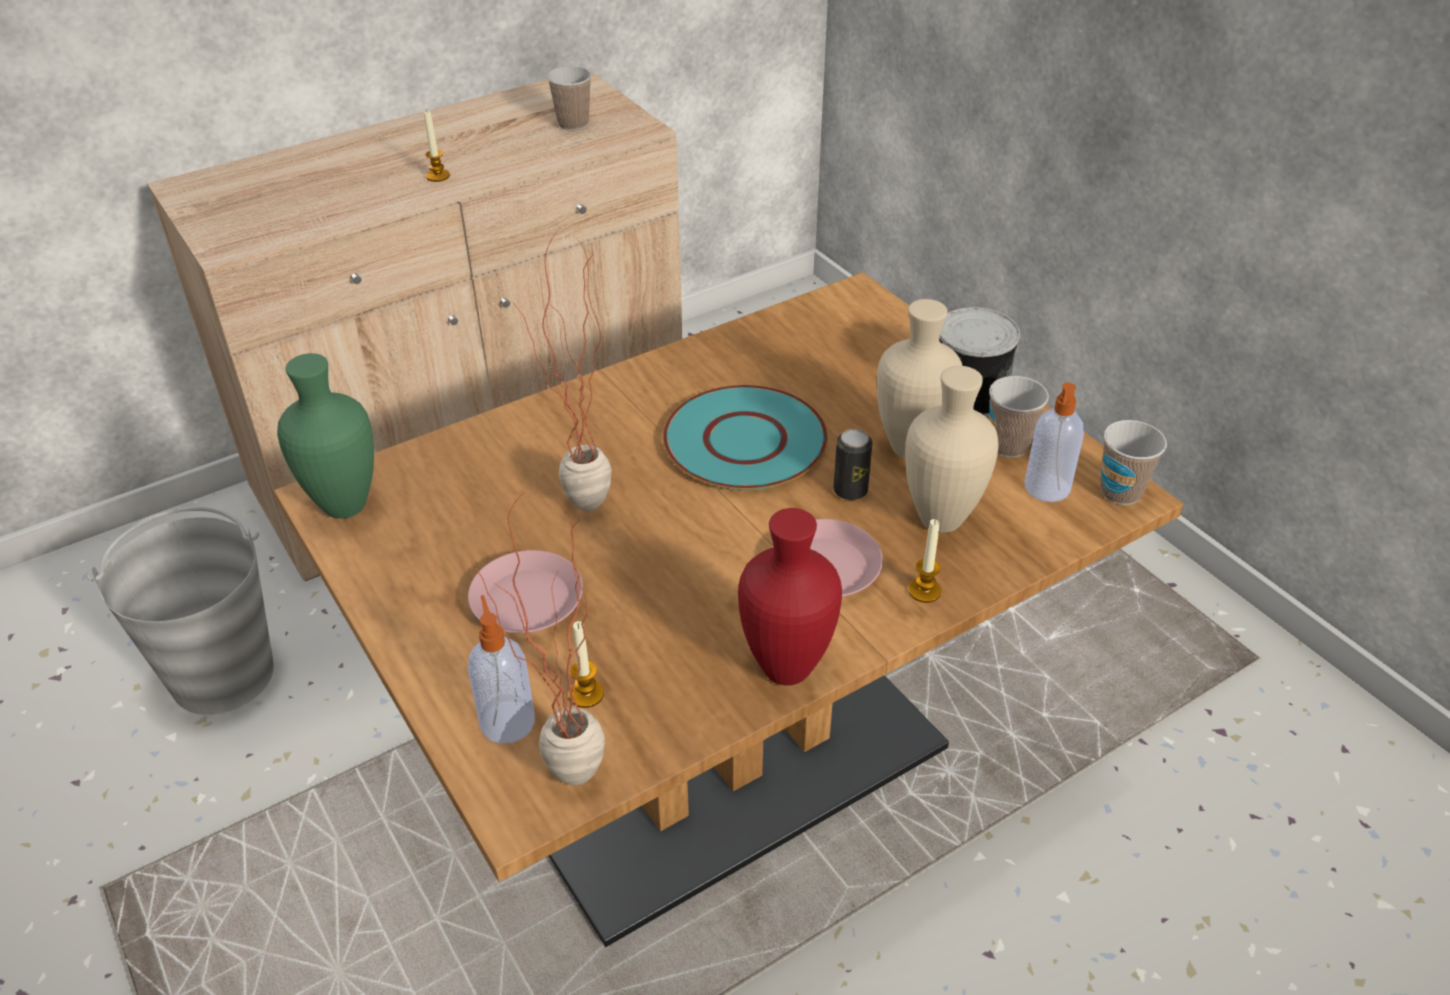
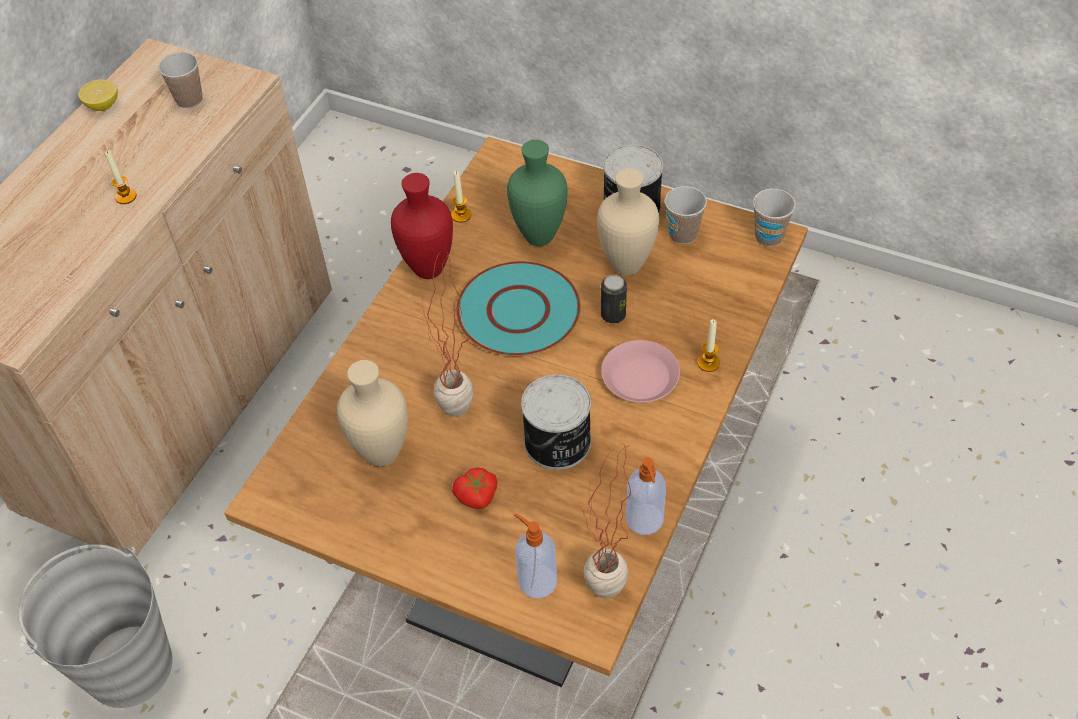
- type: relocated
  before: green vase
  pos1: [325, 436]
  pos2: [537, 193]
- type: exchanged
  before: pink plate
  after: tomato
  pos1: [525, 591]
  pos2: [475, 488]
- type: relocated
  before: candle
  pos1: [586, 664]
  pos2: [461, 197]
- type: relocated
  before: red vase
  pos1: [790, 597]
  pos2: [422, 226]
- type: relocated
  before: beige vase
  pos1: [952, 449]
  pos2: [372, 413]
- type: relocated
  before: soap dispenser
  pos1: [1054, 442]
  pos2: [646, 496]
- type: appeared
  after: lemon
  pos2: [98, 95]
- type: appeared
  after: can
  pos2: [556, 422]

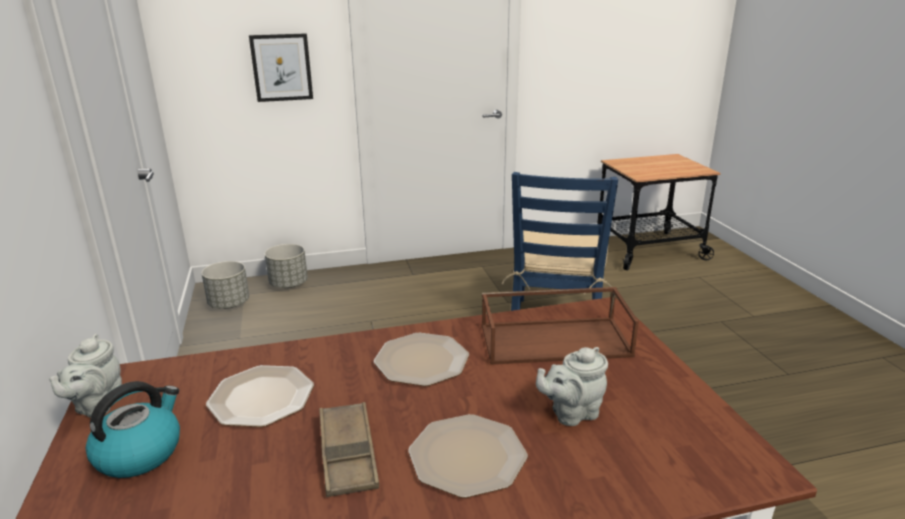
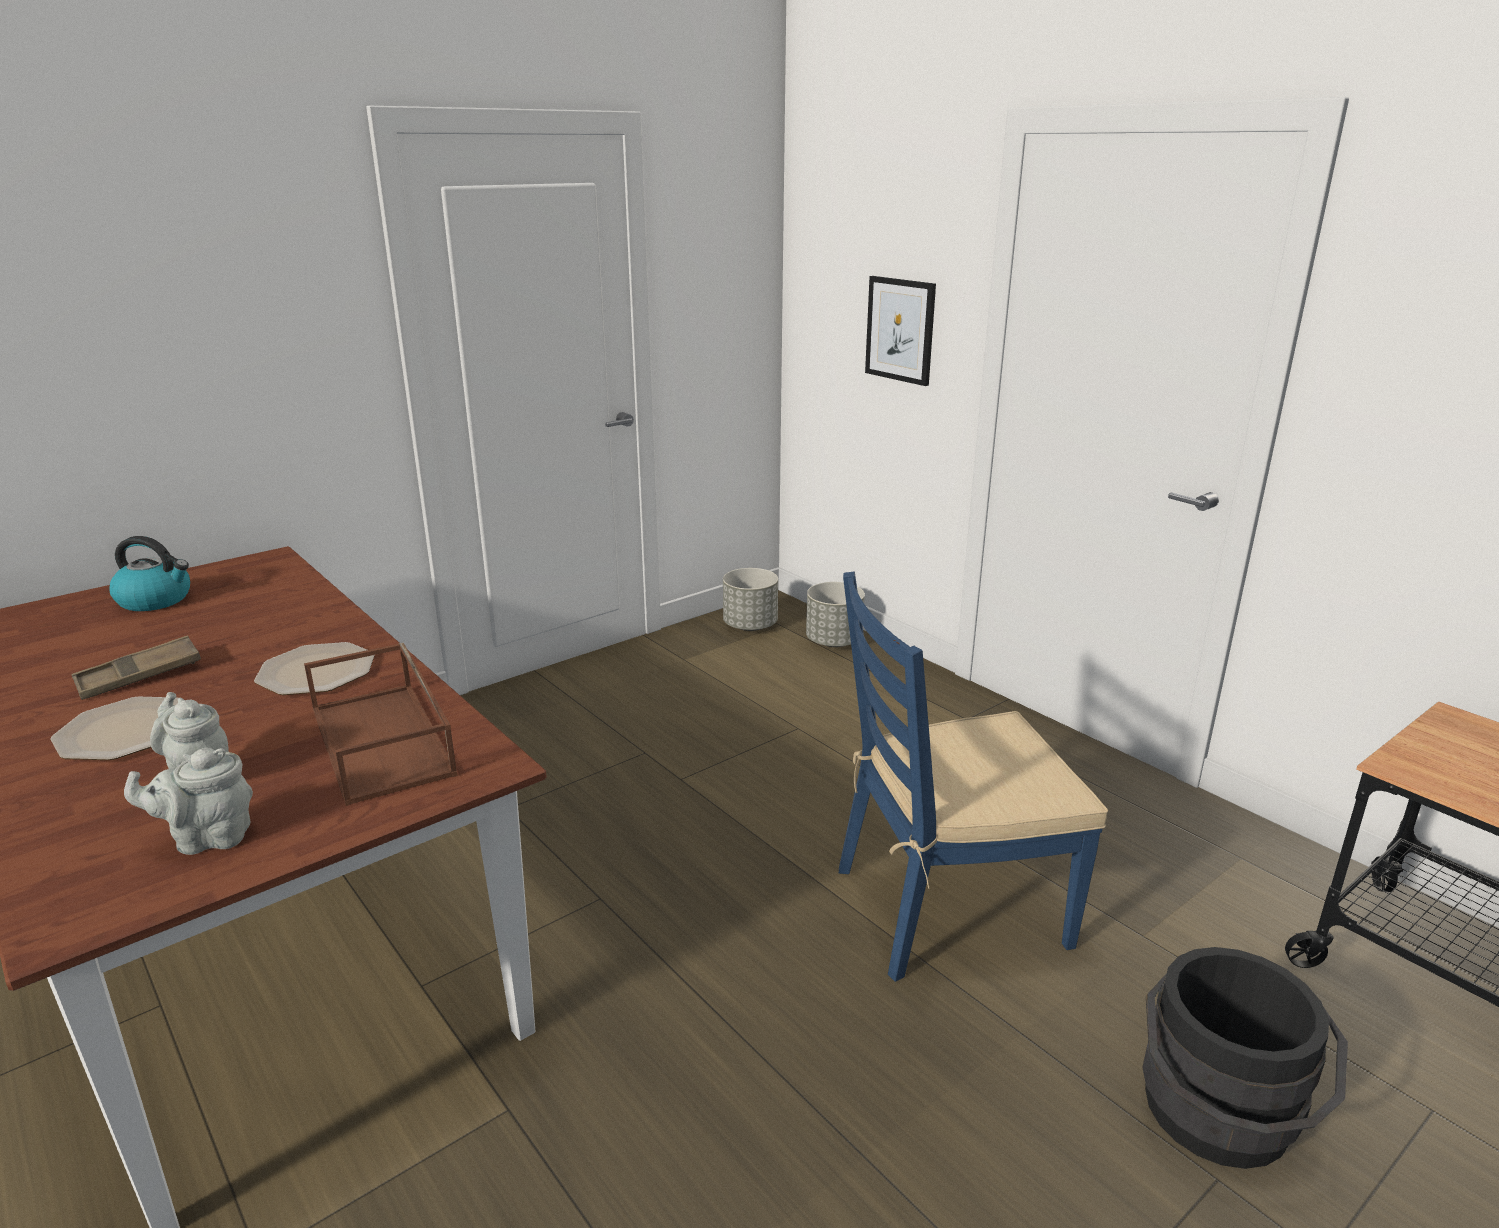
- type: relocated
  before: grey teapot
  pos1: [85, 376]
  pos2: [188, 801]
- type: missing
  before: plate
  pos1: [260, 396]
- type: appeared
  after: black bucket
  pos2: [1245, 1058]

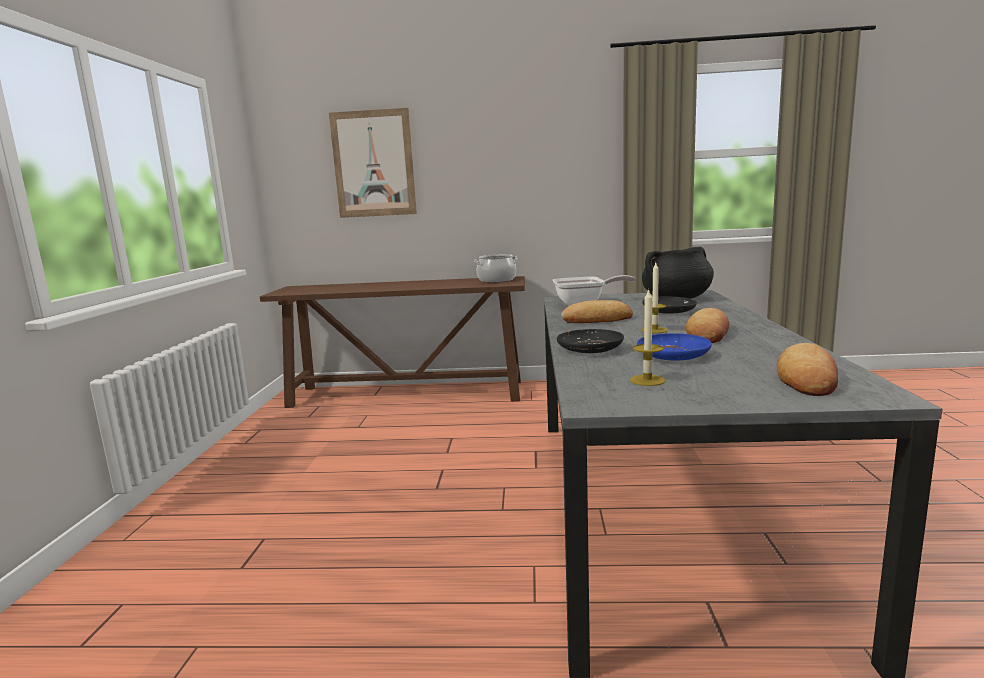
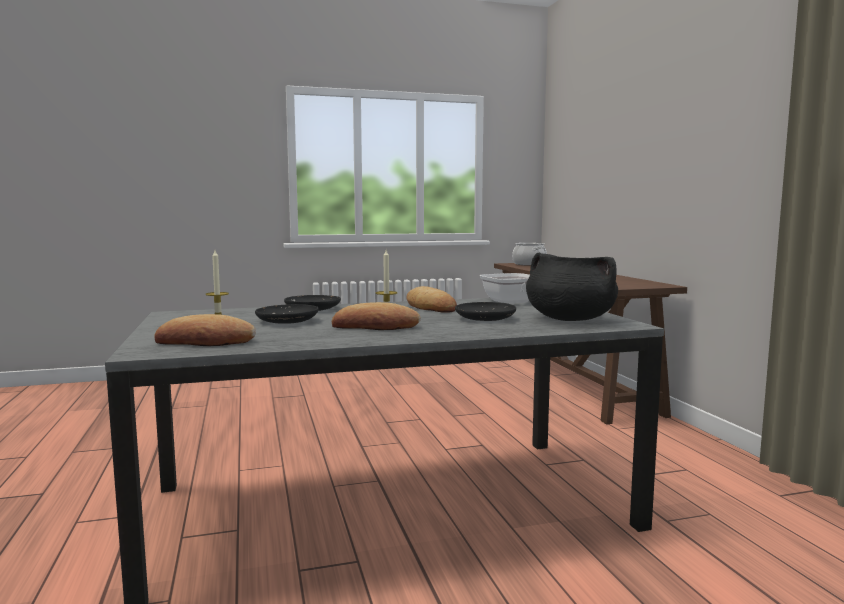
- type: missing
  before: picture
  pos1: [373, 163]
- type: relocated
  before: cooking pot
  pos1: [495, 268]
  pos2: [529, 254]
- type: colour
  before: blue plate
  after: black plate
  pos1: [674, 347]
  pos2: [286, 314]

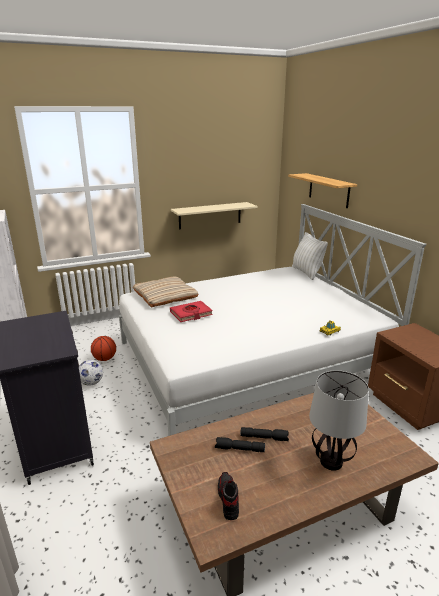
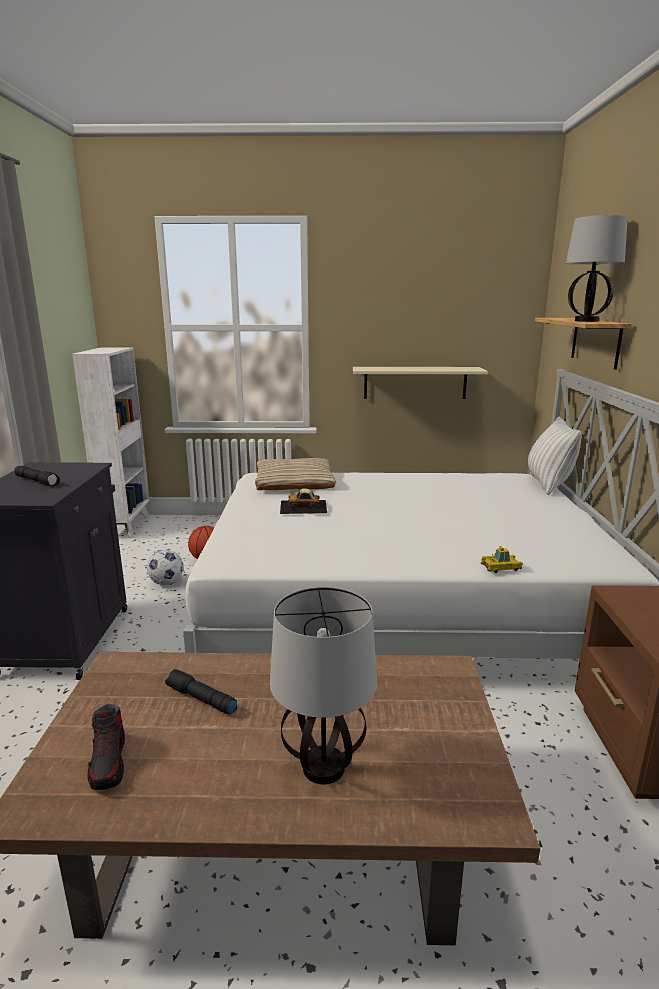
- type: exchanged
  before: red book
  after: toy car
  pos1: [191, 311]
  pos2: [303, 501]
- type: spun
  before: shoe
  pos1: [228, 496]
  pos2: [106, 747]
  turn: 150
- type: relocated
  before: black flashlight
  pos1: [264, 434]
  pos2: [37, 476]
- type: appeared
  after: table lamp
  pos2: [597, 268]

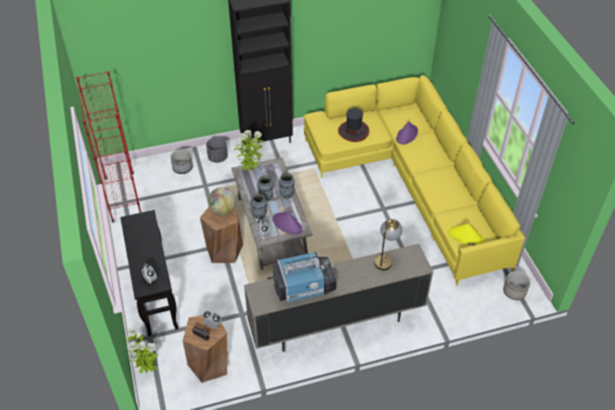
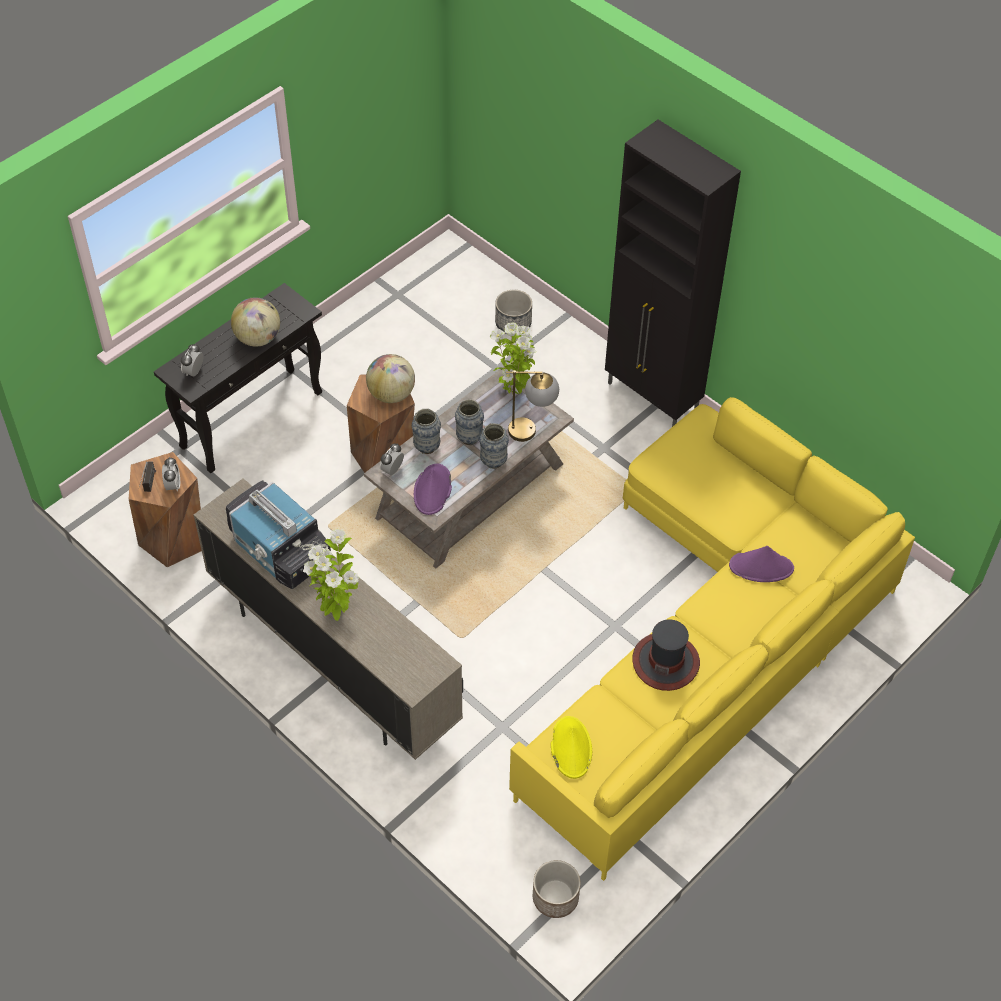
- type: missing
  before: red bookcase
  pos1: [108, 147]
- type: relocated
  before: potted plant
  pos1: [142, 350]
  pos2: [331, 575]
- type: missing
  before: grey planter
  pos1: [217, 150]
- type: relocated
  before: hat
  pos1: [353, 125]
  pos2: [666, 655]
- type: relocated
  before: table lamp
  pos1: [388, 244]
  pos2: [532, 406]
- type: appeared
  after: globe
  pos2: [255, 322]

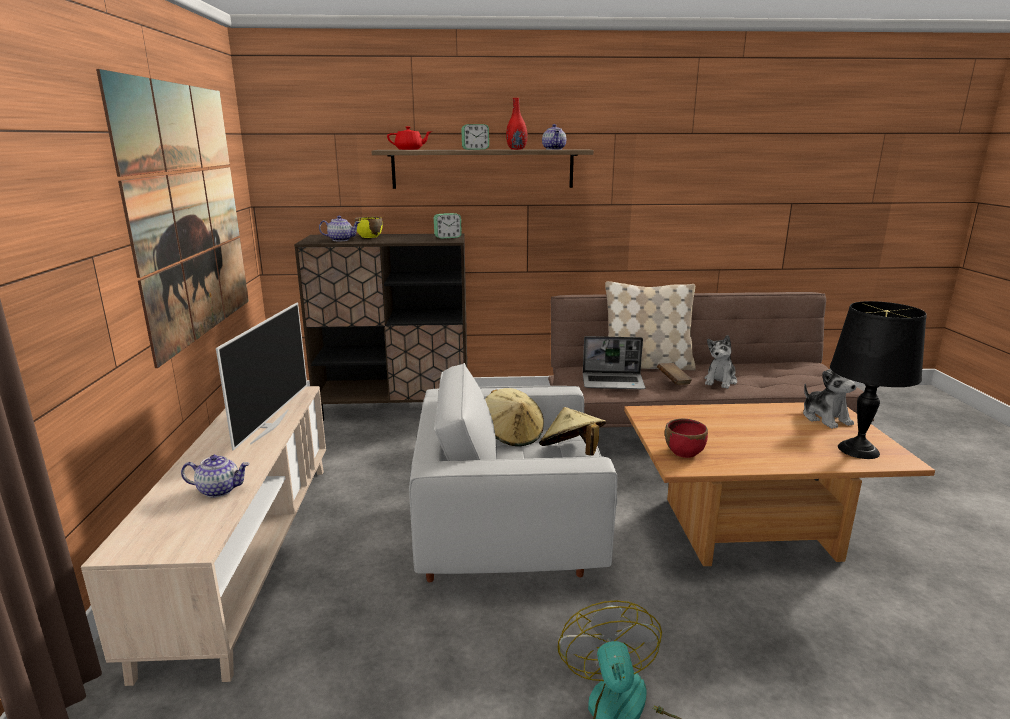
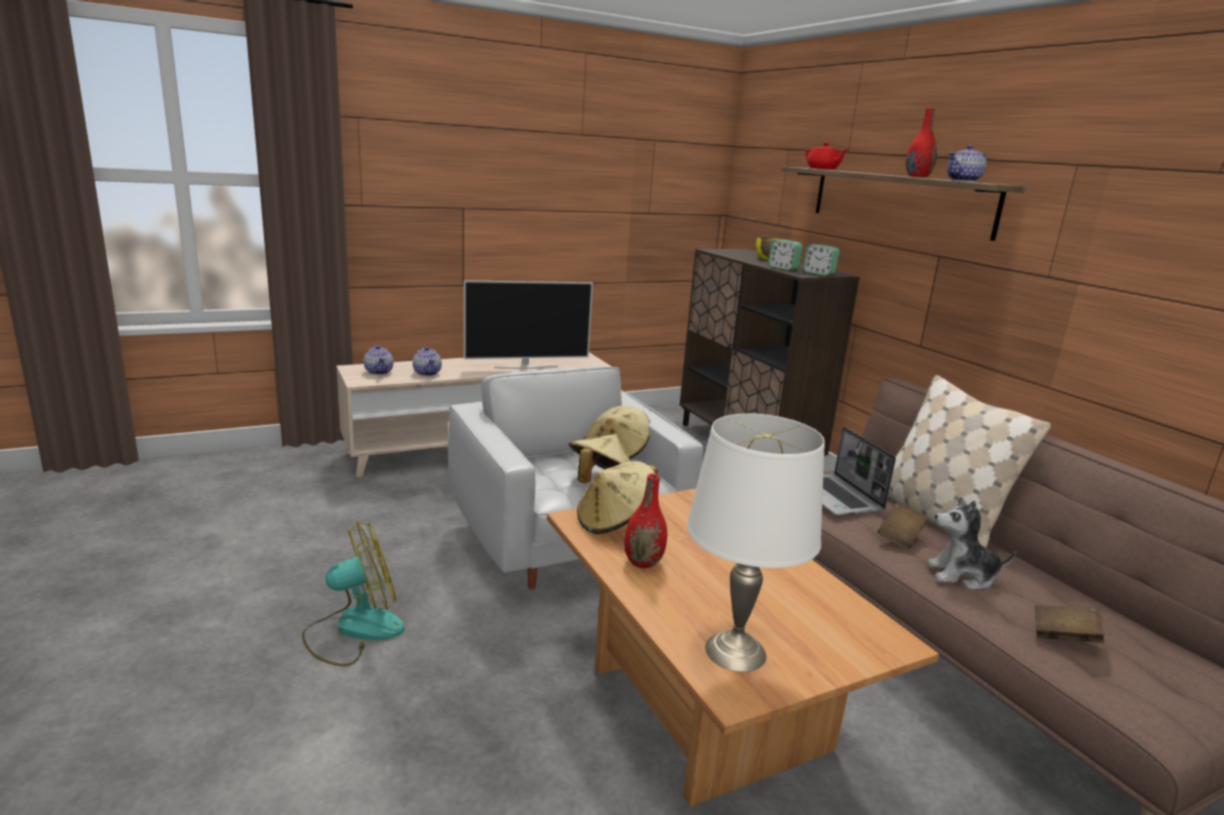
- type: missing
  before: picture
  pos1: [172, 218]
- type: relocated
  before: teapot
  pos1: [339, 228]
  pos2: [378, 360]
- type: relocated
  before: alarm clock
  pos1: [475, 137]
  pos2: [785, 255]
- type: exchanged
  before: red bowl
  after: beige hat
  pos1: [686, 438]
  pos2: [617, 497]
- type: missing
  before: plush toy
  pos1: [829, 399]
- type: colour
  before: black table lamp
  after: white table lamp
  pos1: [878, 380]
  pos2: [756, 542]
- type: appeared
  after: red vase
  pos2: [645, 520]
- type: appeared
  after: brown book
  pos2: [1069, 624]

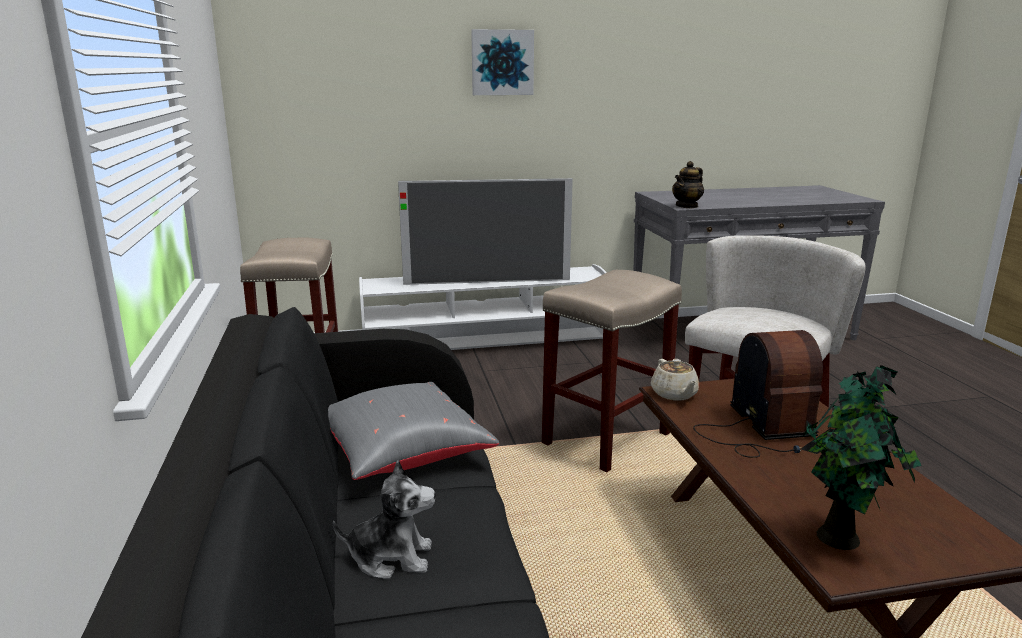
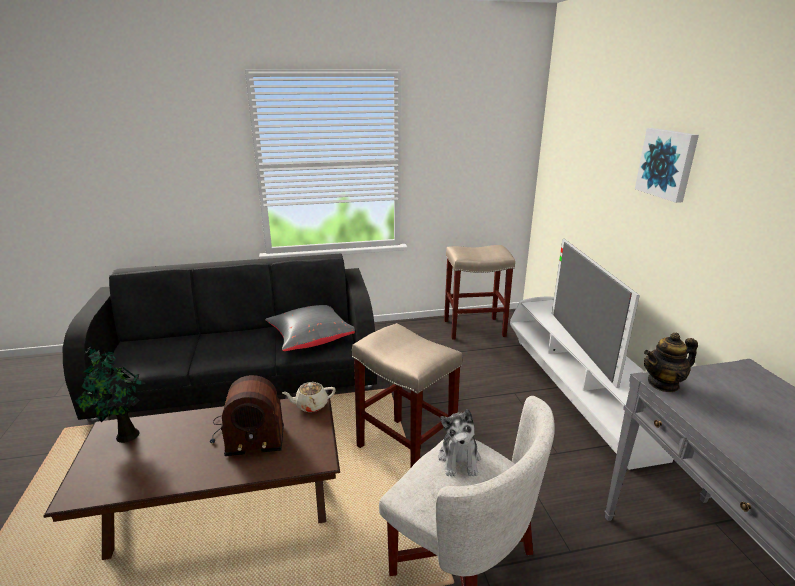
- type: relocated
  before: plush toy
  pos1: [384, 519]
  pos2: [459, 442]
- type: spun
  before: teapot
  pos1: [688, 184]
  pos2: [671, 362]
  turn: -60

